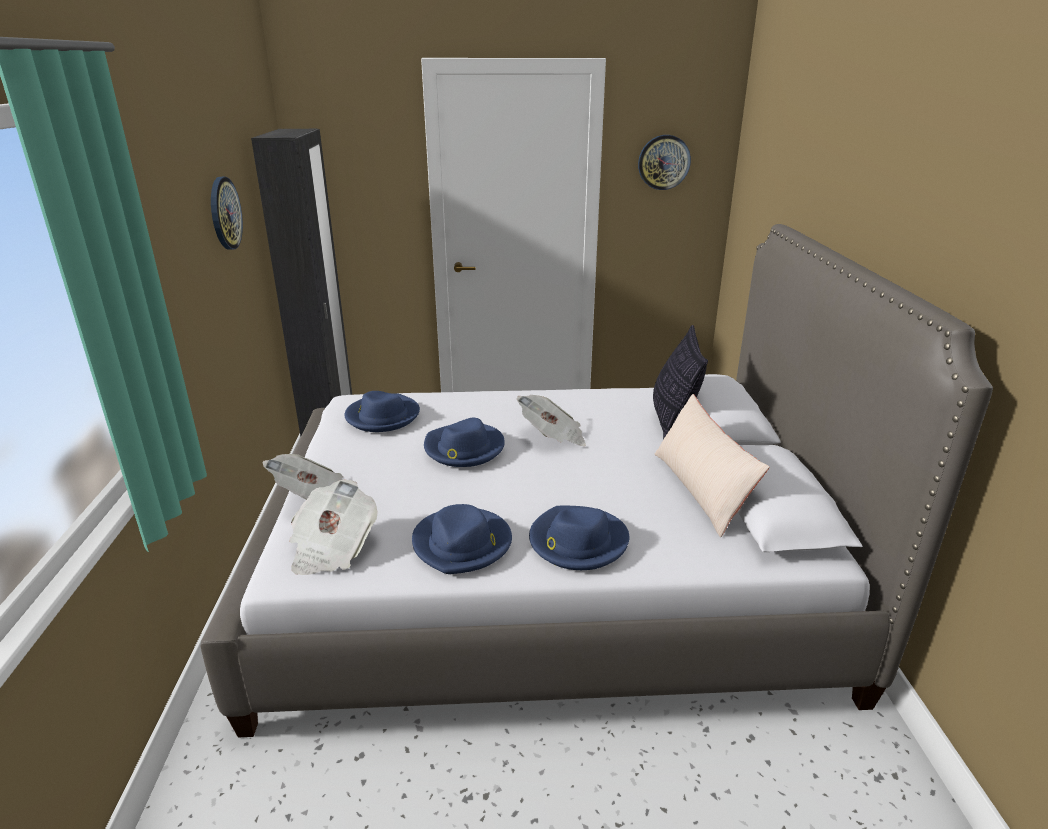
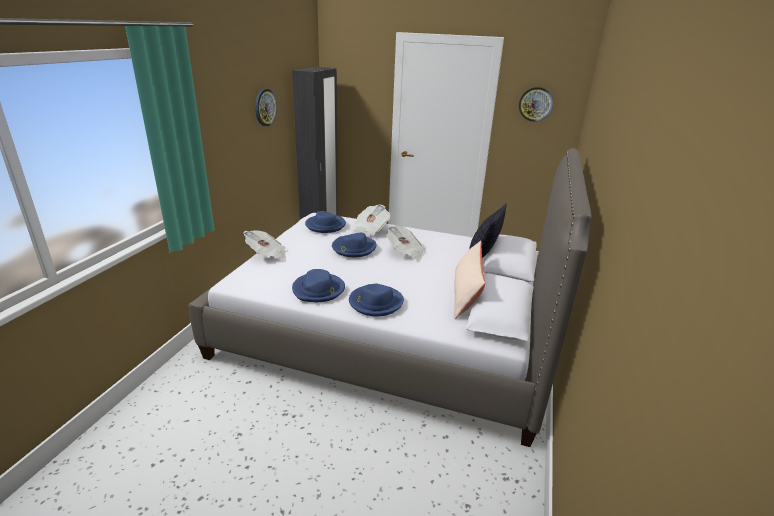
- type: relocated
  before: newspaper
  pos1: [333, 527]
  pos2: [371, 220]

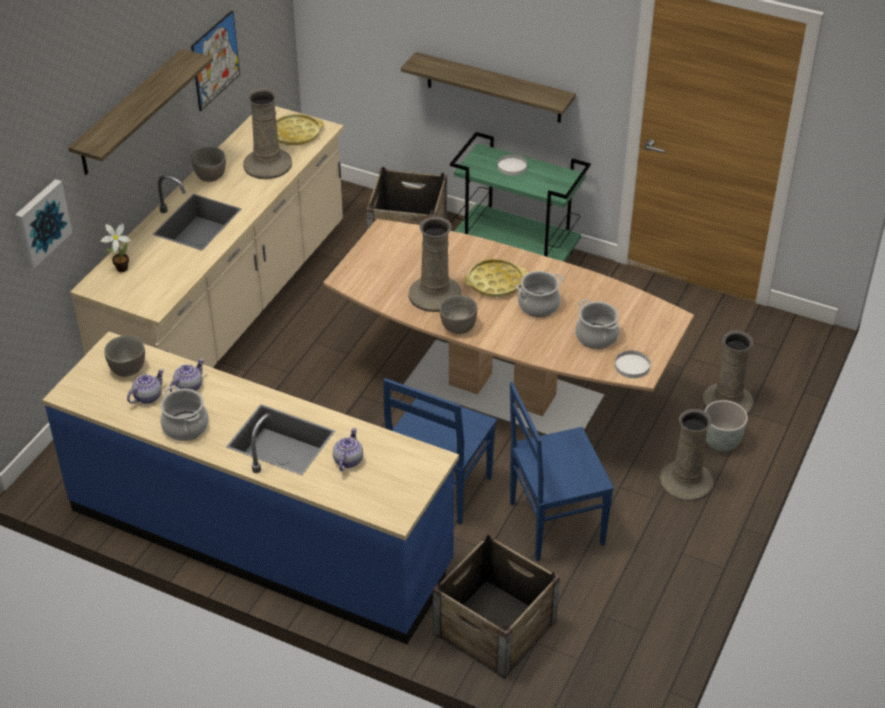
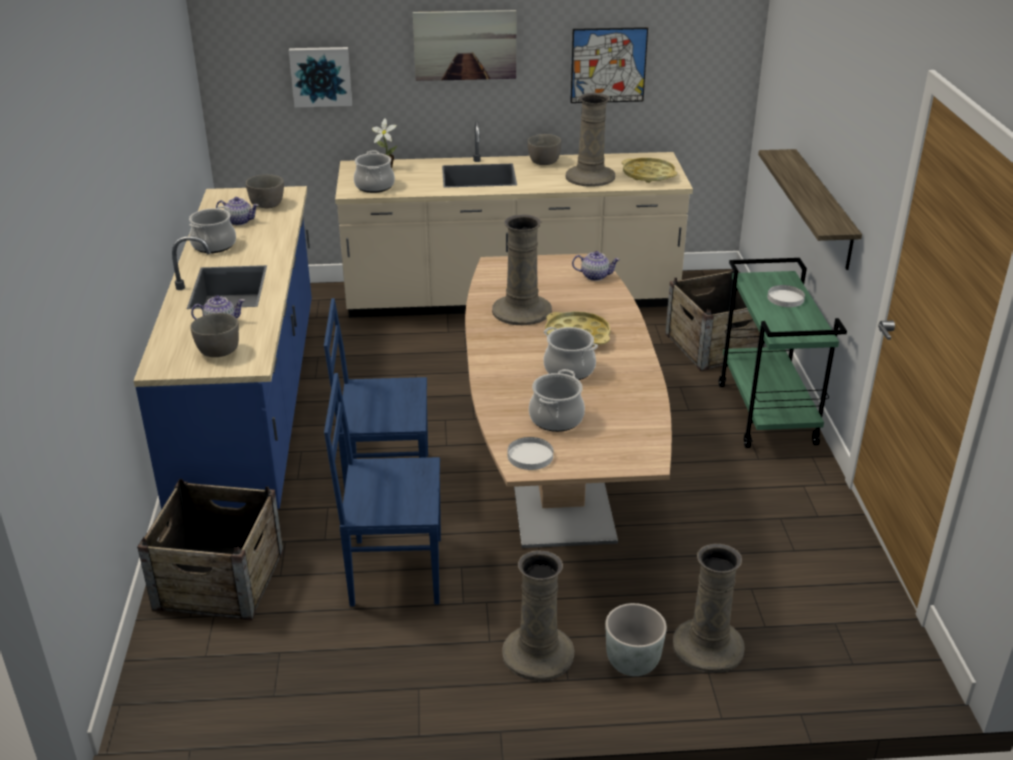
- type: exchanged
  before: shelf
  after: picture
  pos1: [140, 112]
  pos2: [464, 45]
- type: relocated
  before: teapot
  pos1: [187, 375]
  pos2: [596, 266]
- type: relocated
  before: grey bowl
  pos1: [458, 314]
  pos2: [214, 335]
- type: spun
  before: blue chair
  pos1: [562, 471]
  pos2: [382, 490]
  turn: -45
- type: appeared
  after: cooking pot
  pos2: [374, 172]

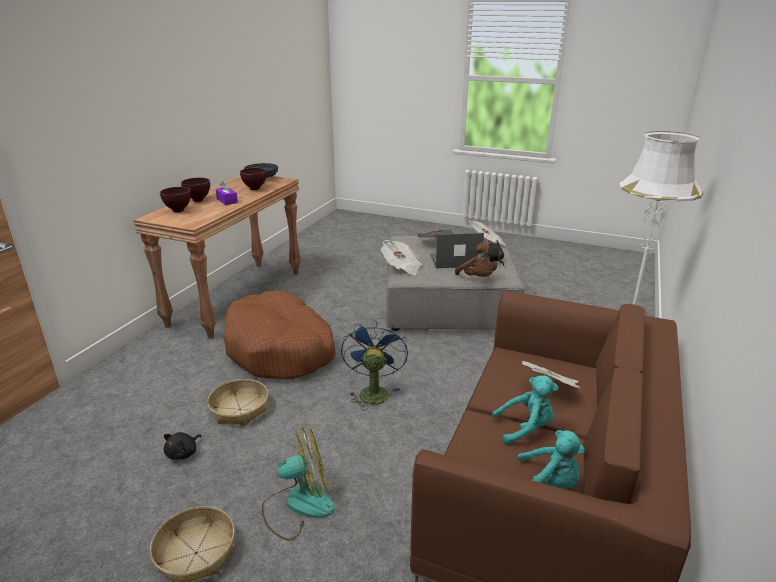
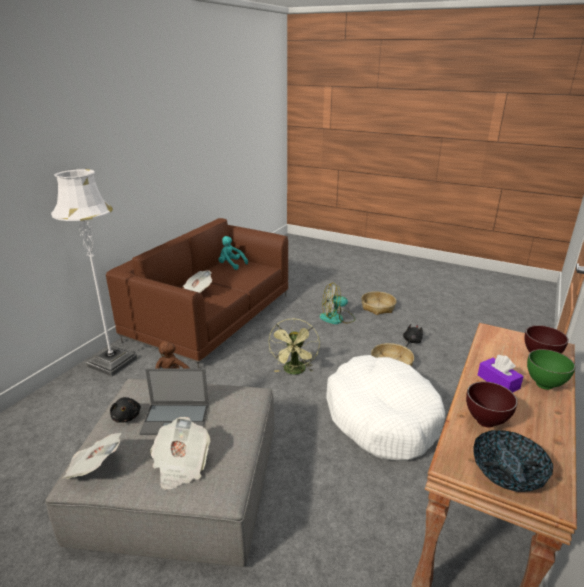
- type: colour
  before: brown bowl
  after: green bowl
  pos1: [195, 190]
  pos2: [551, 369]
- type: colour
  before: brown dog bed
  after: white dog bed
  pos1: [279, 335]
  pos2: [385, 408]
- type: colour
  before: blue fan
  after: green fan
  pos1: [374, 365]
  pos2: [294, 346]
- type: missing
  before: newspaper
  pos1: [401, 257]
- type: missing
  before: turquoise plush toy
  pos1: [525, 410]

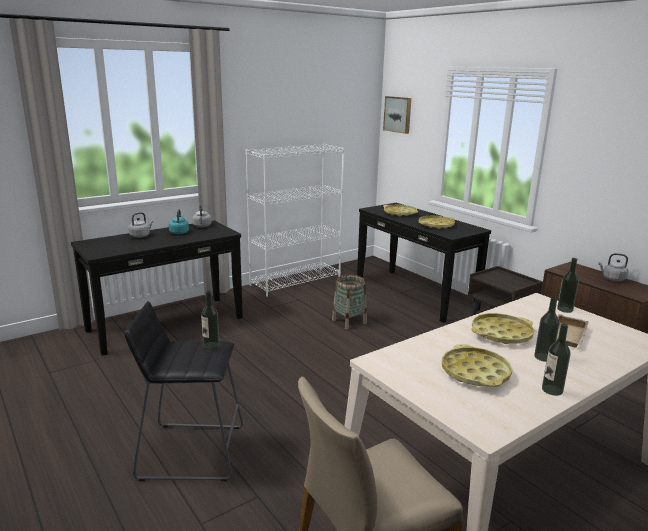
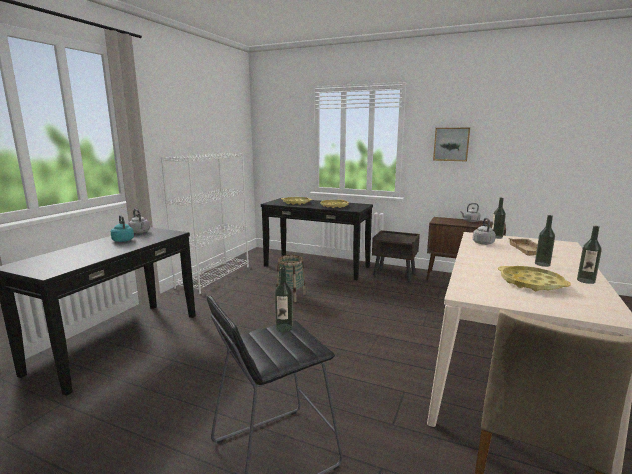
- type: relocated
  before: grey kettle
  pos1: [140, 225]
  pos2: [484, 231]
- type: relocated
  before: picture
  pos1: [397, 115]
  pos2: [451, 144]
- type: missing
  before: yellow tray
  pos1: [502, 328]

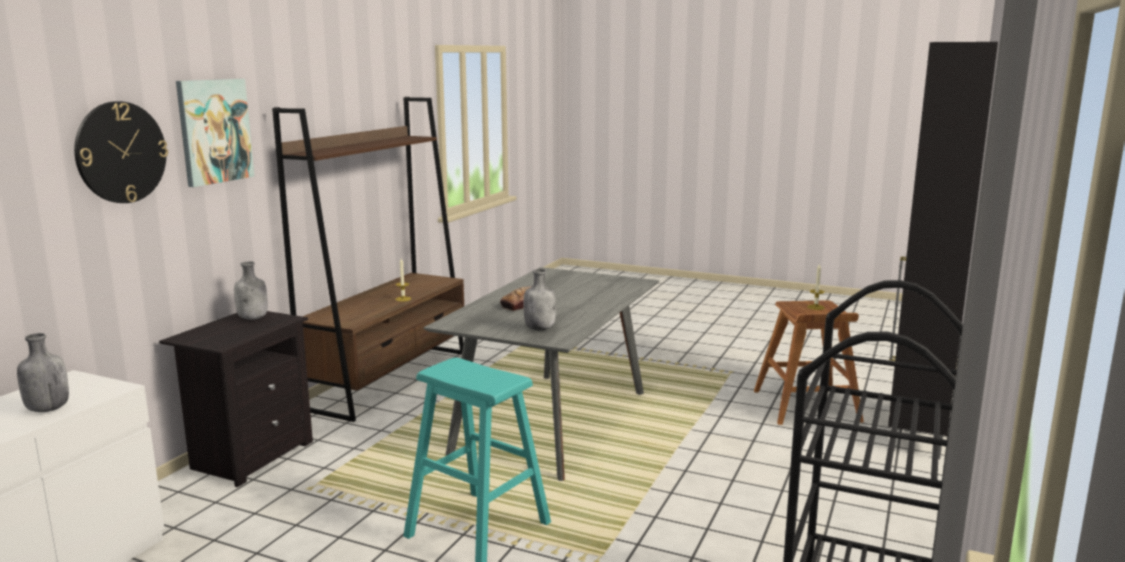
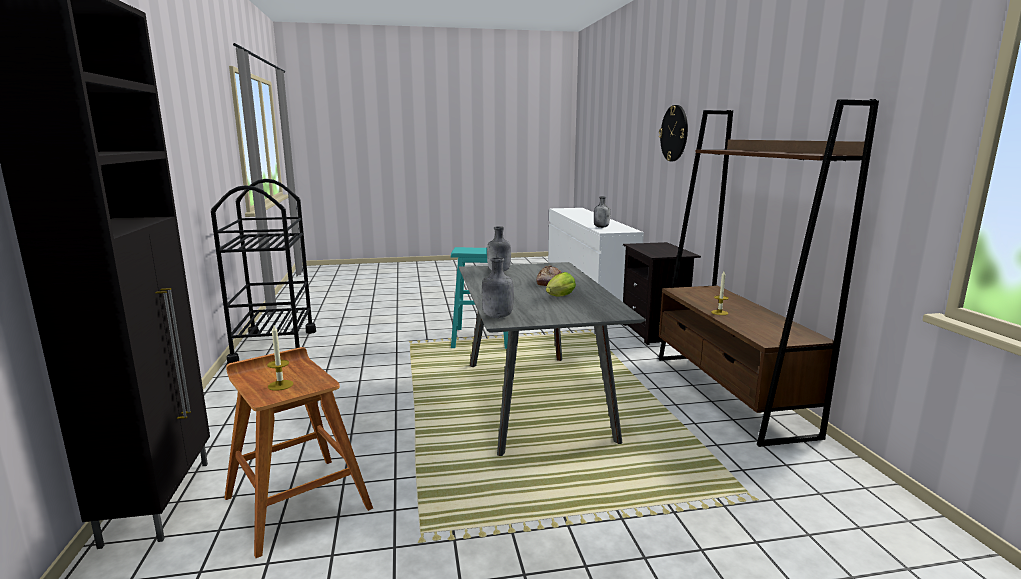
- type: missing
  before: picture
  pos1: [215, 133]
- type: relocated
  before: grey bottle
  pos1: [251, 290]
  pos2: [498, 287]
- type: appeared
  after: lettuce
  pos2: [561, 284]

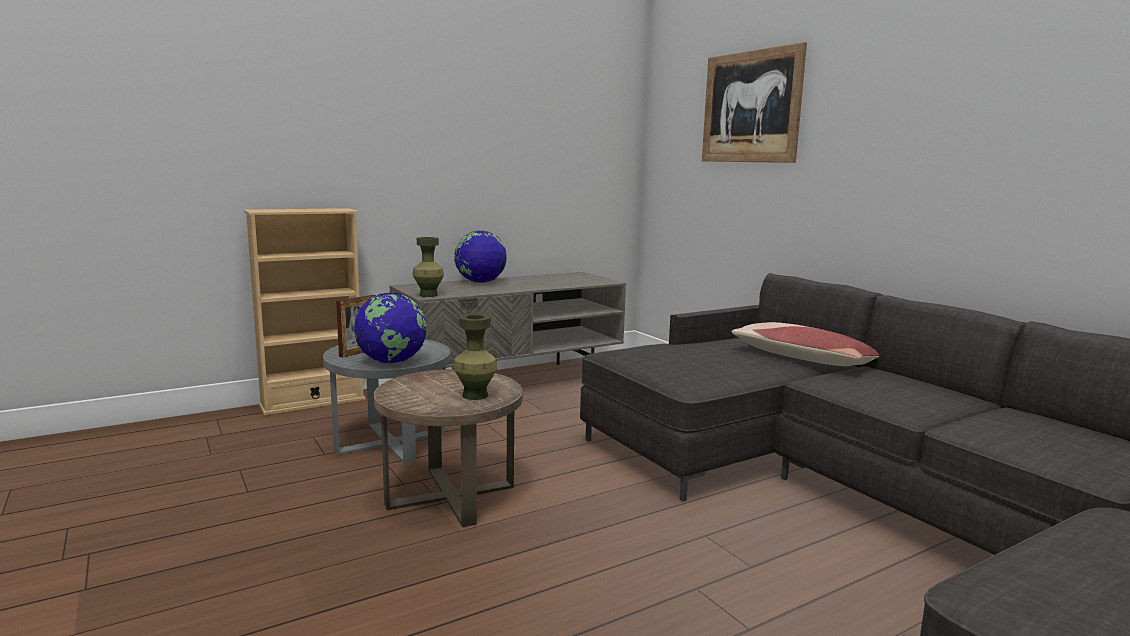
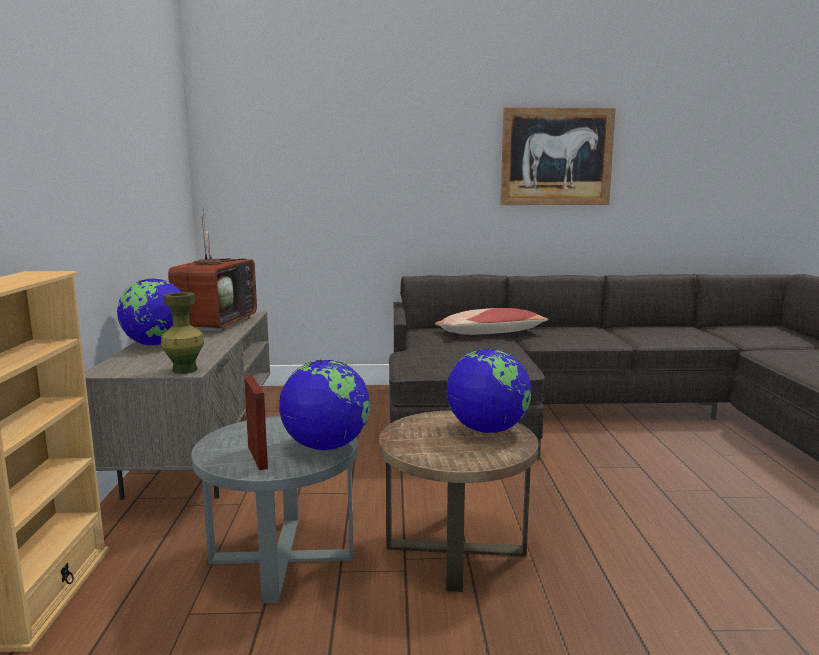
- type: exchanged
  before: green vase
  after: globe
  pos1: [475, 357]
  pos2: [488, 391]
- type: relocated
  before: picture
  pos1: [754, 102]
  pos2: [558, 156]
- type: appeared
  after: television
  pos2: [212, 269]

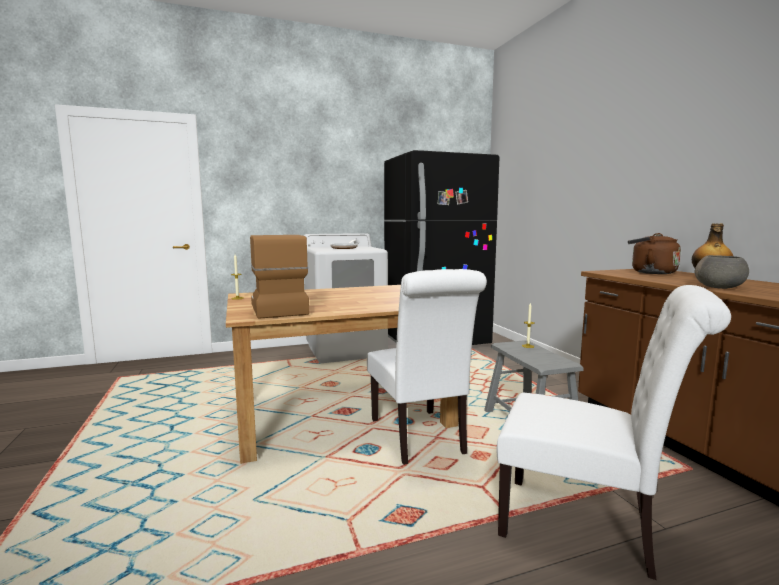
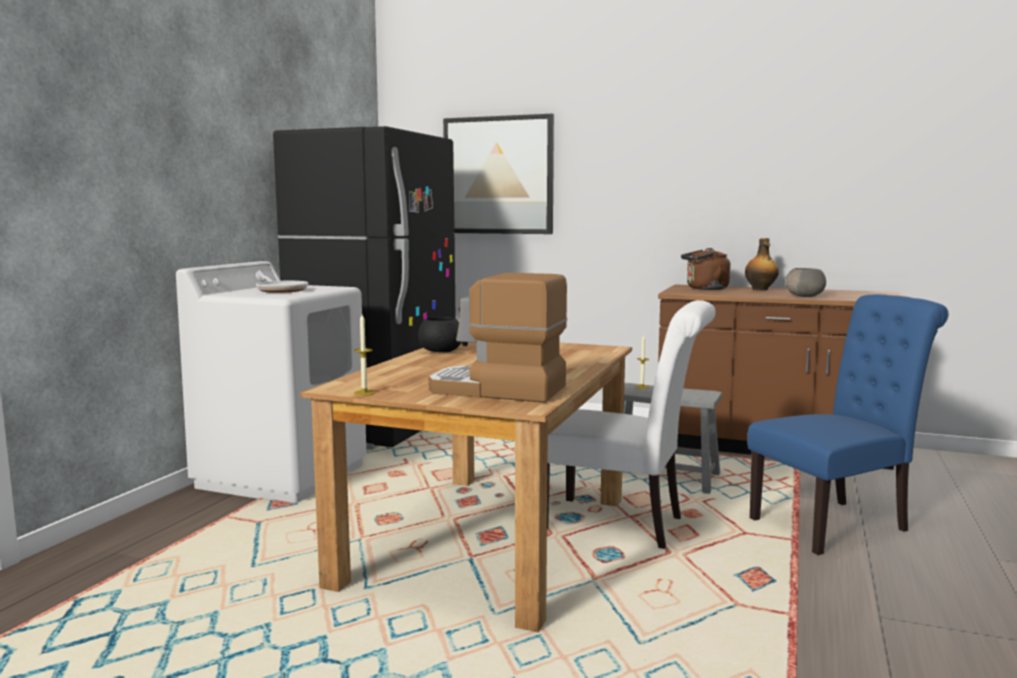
- type: colour
  before: white chair
  after: blue chair
  pos1: [613, 432]
  pos2: [847, 424]
- type: appeared
  after: black bowl
  pos2: [440, 334]
- type: appeared
  after: picture
  pos2: [498, 174]

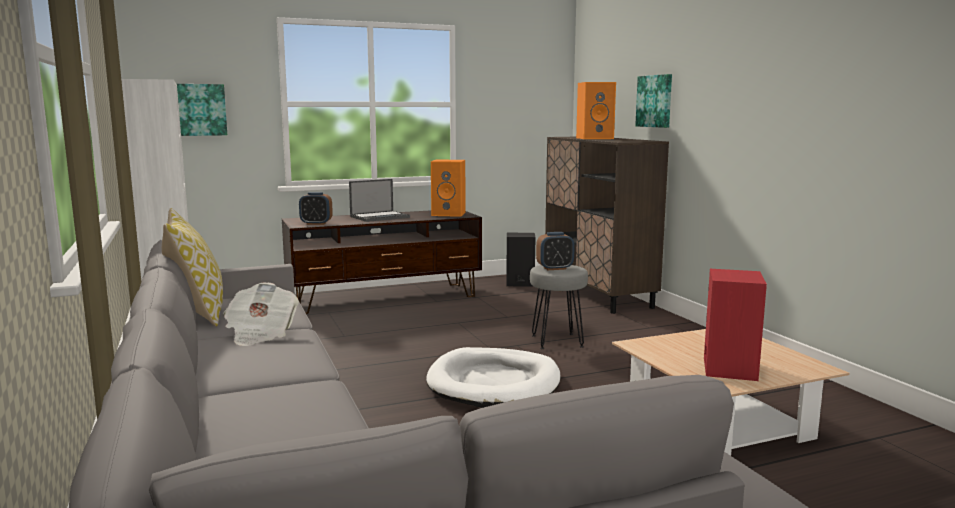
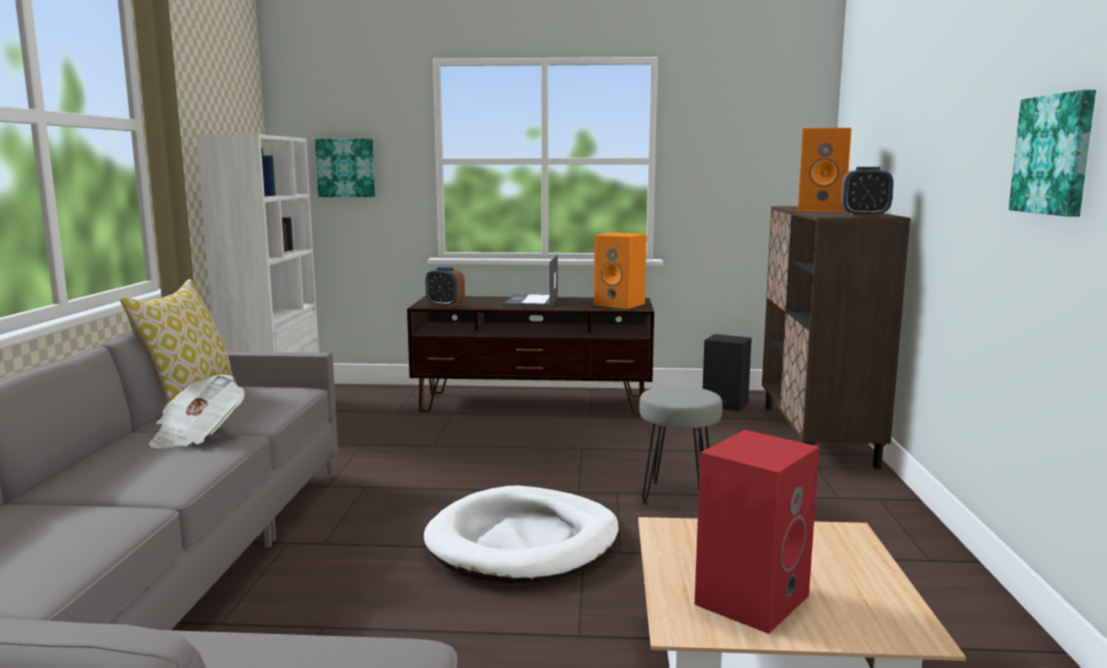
- type: spun
  before: laptop
  pos1: [379, 200]
  pos2: [530, 281]
  turn: 105
- type: relocated
  before: alarm clock
  pos1: [555, 251]
  pos2: [867, 192]
- type: relocated
  before: picture
  pos1: [653, 101]
  pos2: [1052, 153]

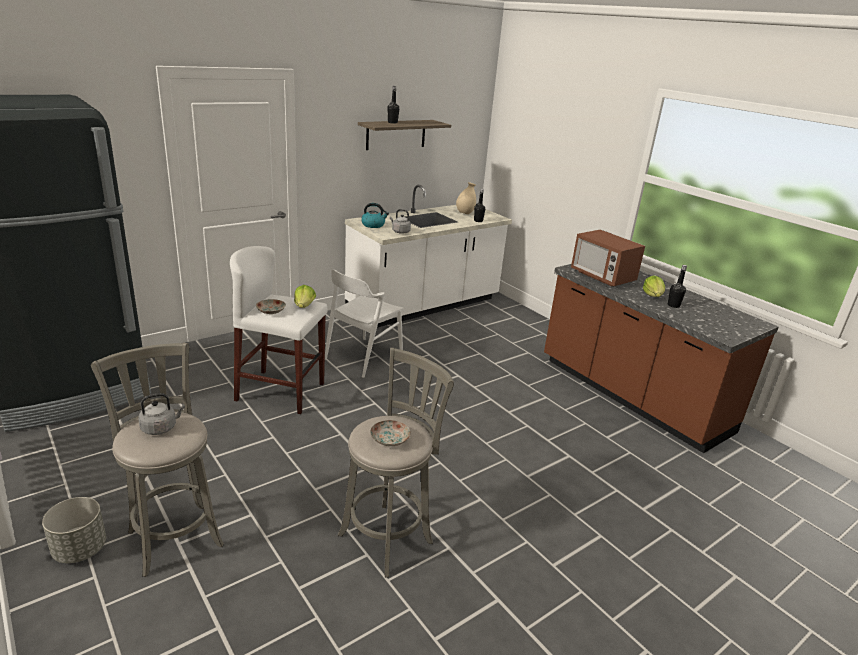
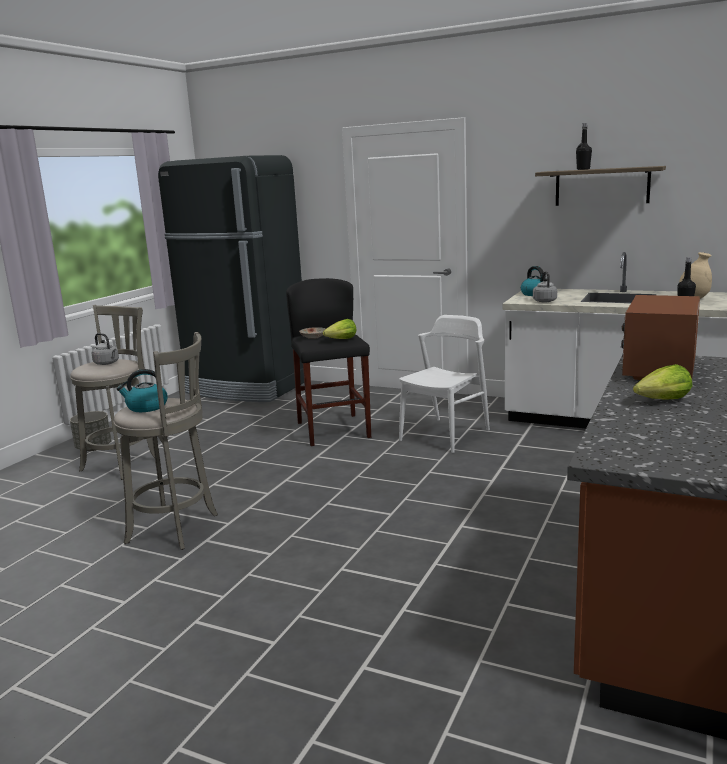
- type: colour
  before: white stool
  after: black stool
  pos1: [279, 330]
  pos2: [328, 362]
- type: spun
  before: white chair
  pos1: [364, 324]
  pos2: [444, 384]
  turn: 120
- type: exchanged
  before: plate
  after: kettle
  pos1: [390, 433]
  pos2: [142, 390]
- type: missing
  before: black bottle
  pos1: [677, 286]

